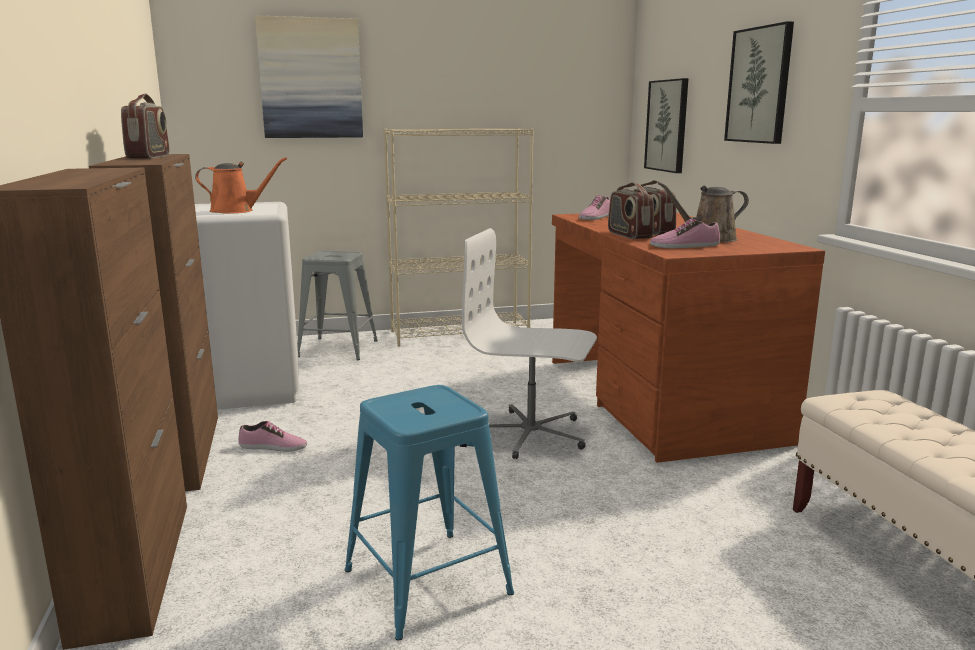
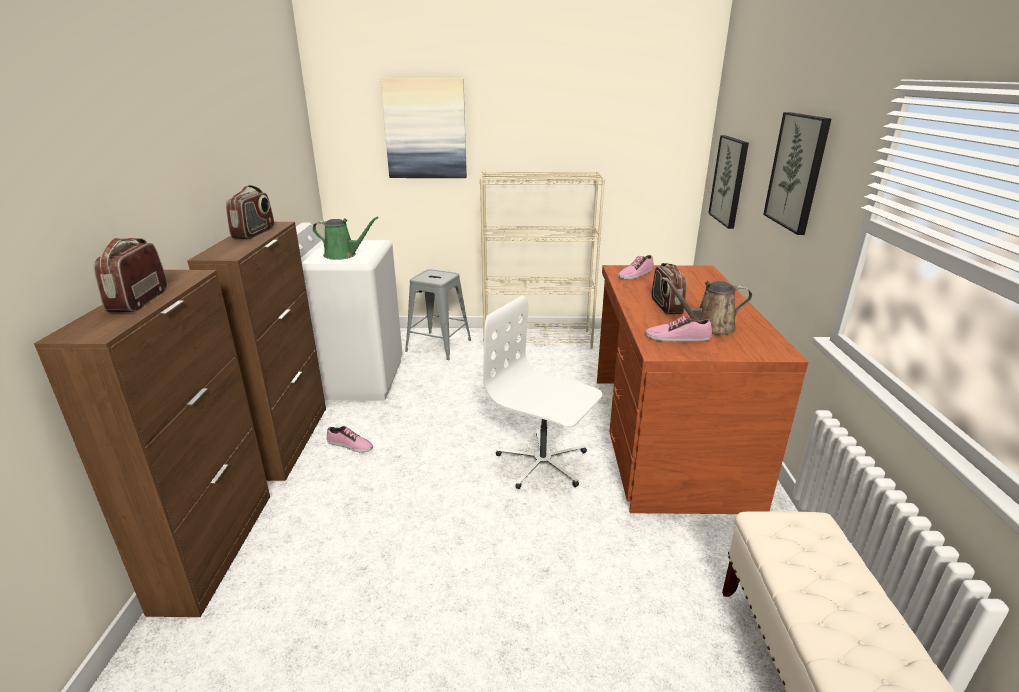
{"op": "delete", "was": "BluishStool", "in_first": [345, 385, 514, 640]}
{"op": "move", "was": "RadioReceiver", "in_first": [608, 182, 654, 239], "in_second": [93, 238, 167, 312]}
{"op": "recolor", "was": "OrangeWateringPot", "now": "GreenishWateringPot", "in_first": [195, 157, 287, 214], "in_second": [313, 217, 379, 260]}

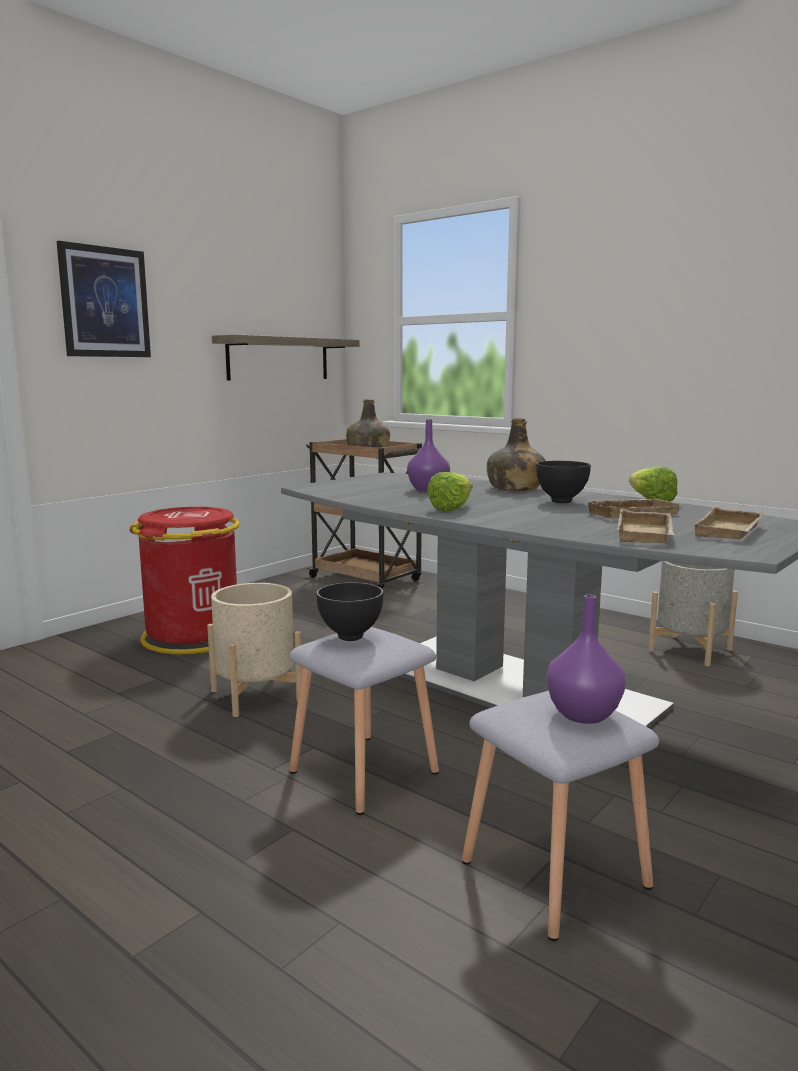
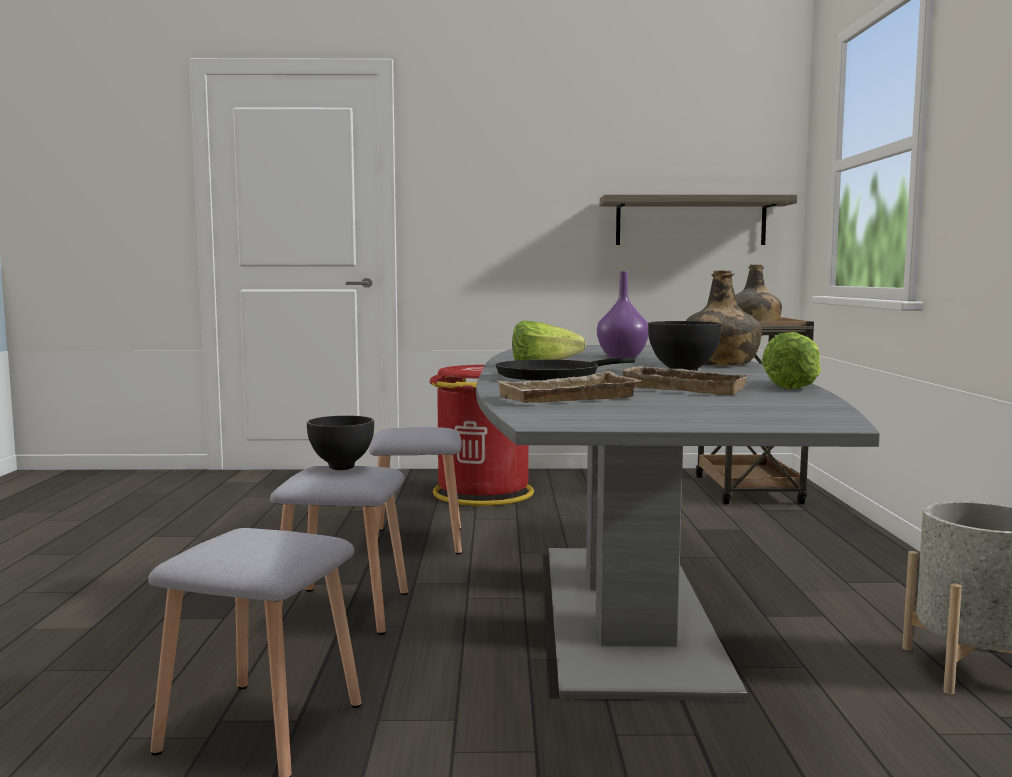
{"op": "delete", "was": "WallPicture", "in_first": [57, 241, 151, 357]}
{"op": "delete", "was": "PurpleVase", "in_first": [547, 595, 626, 724]}
{"op": "delete", "was": "BeigeServingTray", "in_first": [694, 507, 764, 540]}
{"op": "insert", "now": "BlackishSkillet", "in_second": [495, 357, 635, 380]}
{"op": "replace", "was": "BeigePlantPot", "now": "GrayStool", "in_first": [207, 583, 302, 717], "in_second": [369, 427, 462, 554]}

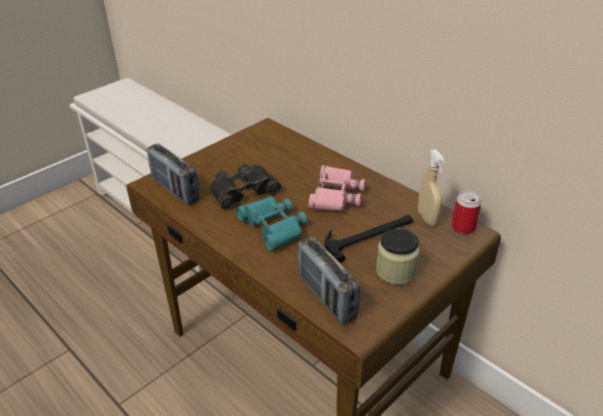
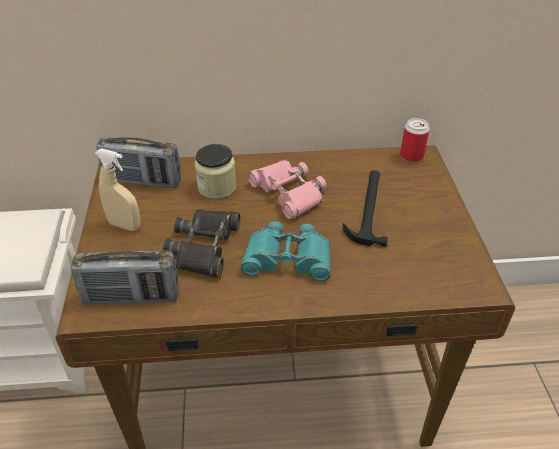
{"op": "move", "was": "RadioReceiver", "in_first": [298, 236, 360, 325], "in_second": [96, 137, 181, 188]}
{"op": "move", "was": "PreserveJar", "in_first": [376, 228, 420, 285], "in_second": [195, 144, 236, 199]}
{"op": "move", "was": "BeigeSprayBottle", "in_first": [418, 149, 446, 226], "in_second": [95, 148, 141, 231]}

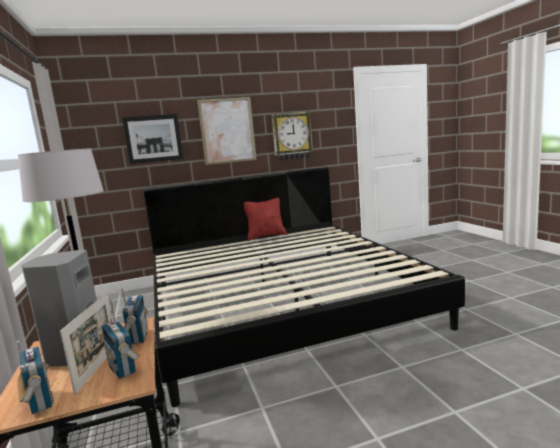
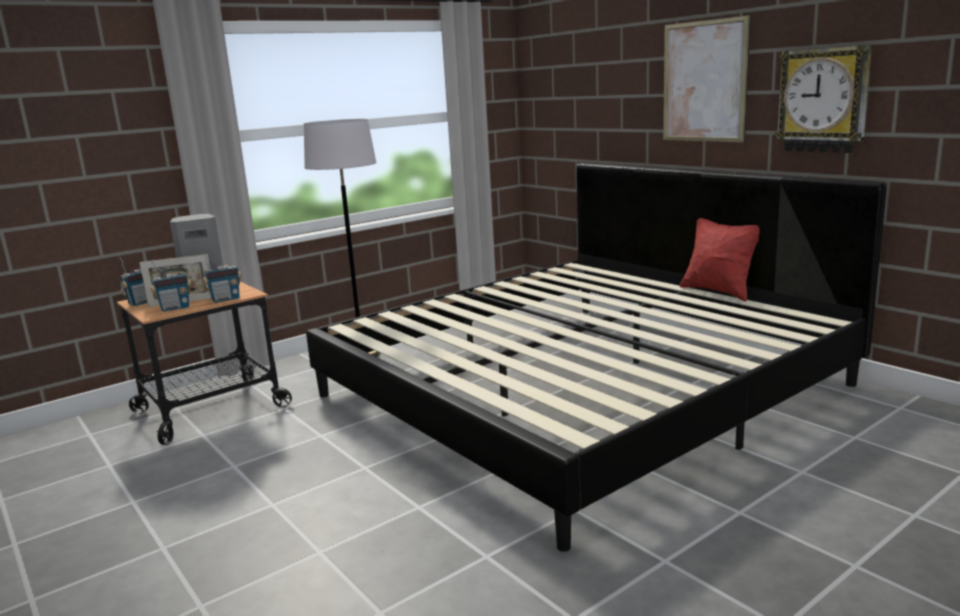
{"op": "delete", "was": "WallPicture", "in_first": [122, 114, 183, 164]}
{"op": "rotate", "was": "RadioReceiver", "in_first": [101, 299, 140, 379], "in_second": [150, 261, 192, 312], "clockwise": -150}

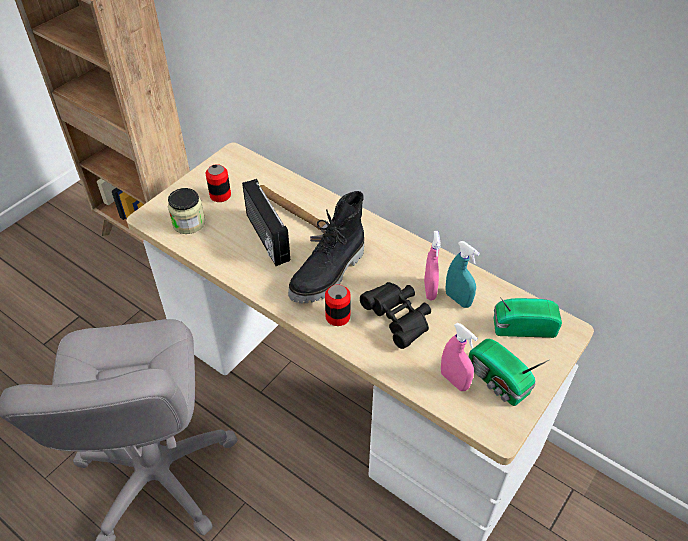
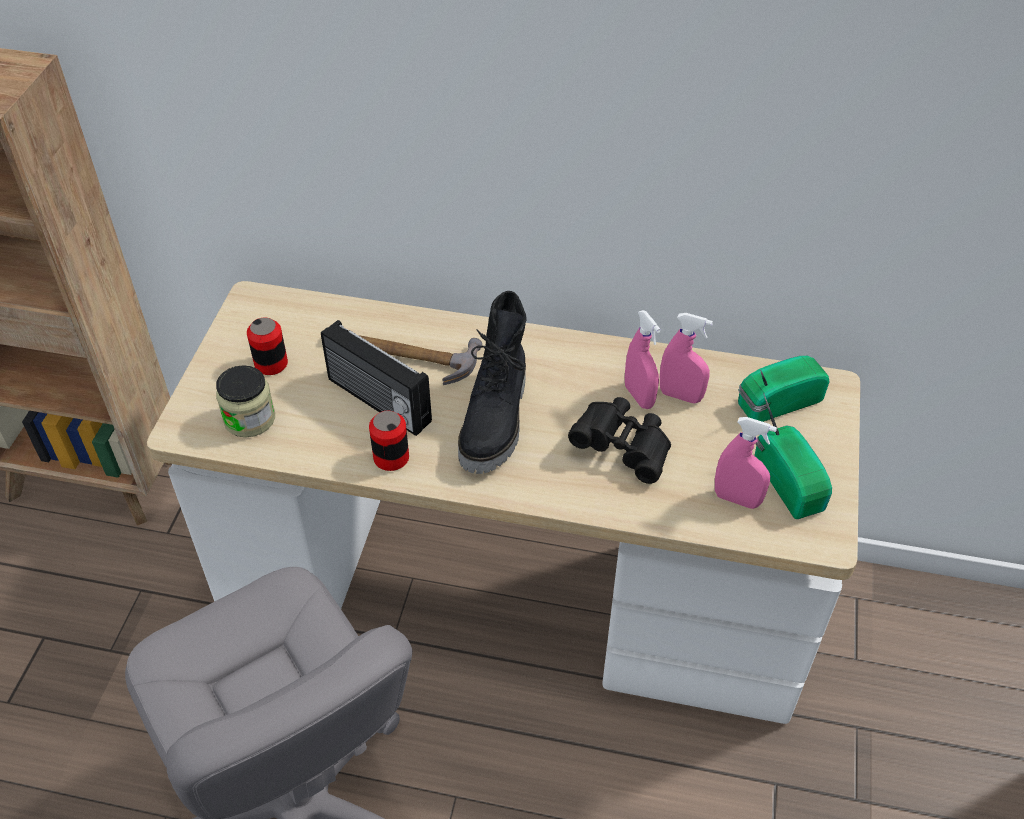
{"op": "move", "was": "Can", "in_first": [325, 285, 351, 326], "in_second": [369, 411, 409, 471]}
{"op": "recolor", "was": "TurquoiseSprayBottle", "now": "PinkSprayBottle", "in_first": [445, 241, 480, 308], "in_second": [660, 313, 713, 403]}
{"op": "rotate", "was": "RadioReceiver", "in_first": [469, 339, 549, 406], "in_second": [755, 393, 832, 519], "clockwise": -135}

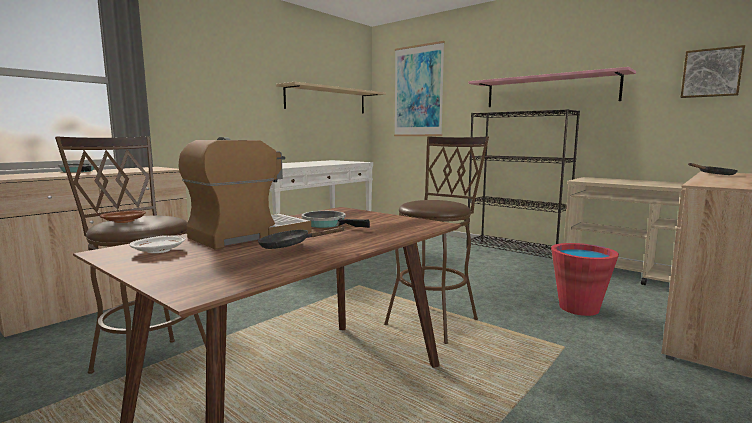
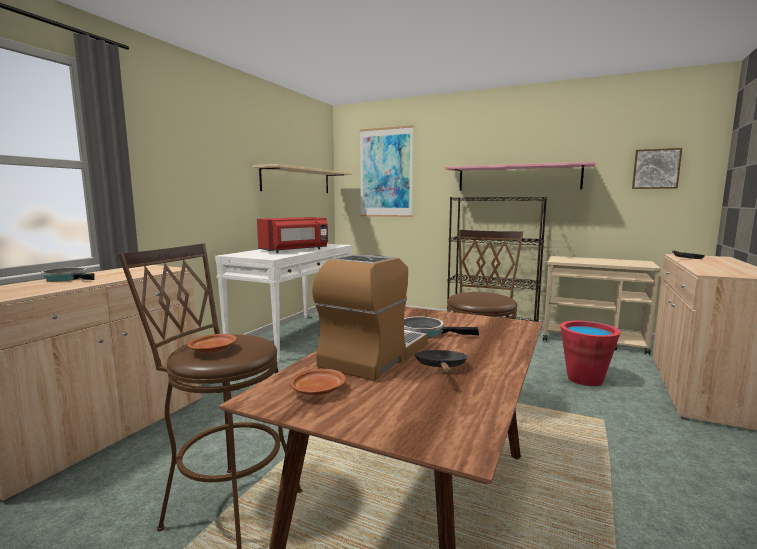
{"op": "insert", "now": "RedMicrowave", "in_second": [257, 217, 328, 253]}
{"op": "recolor", "was": "WhitishDinnerPlate", "now": "BrownishDinnerPlate", "in_first": [129, 235, 186, 253], "in_second": [290, 369, 346, 395]}
{"op": "rotate", "was": "BlackishSkillet", "in_first": [258, 227, 345, 249], "in_second": [414, 350, 468, 374], "clockwise": 105}

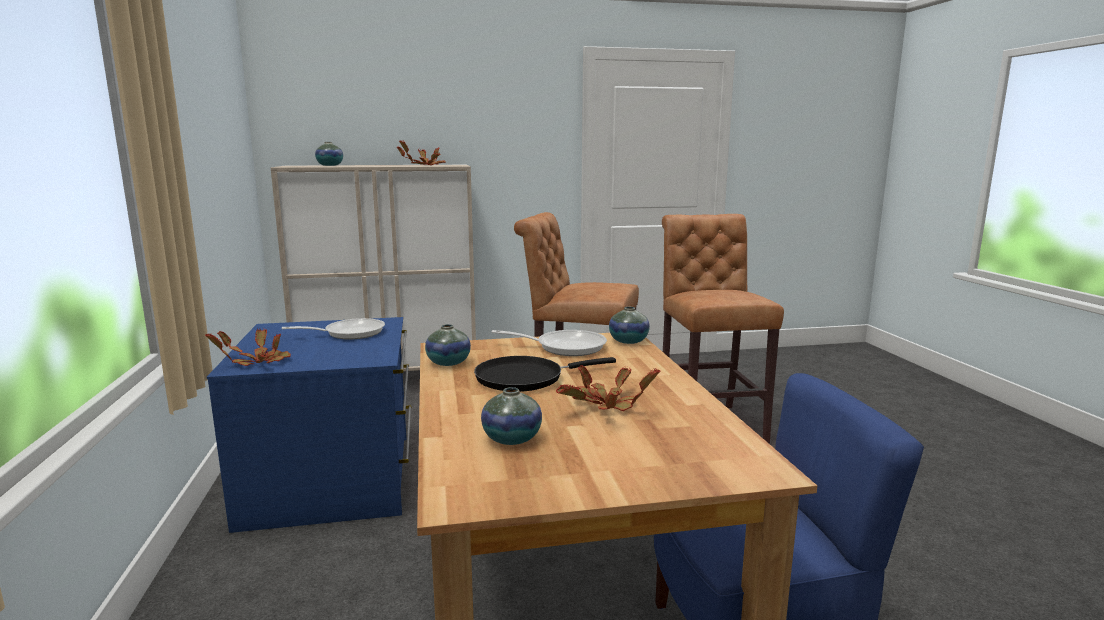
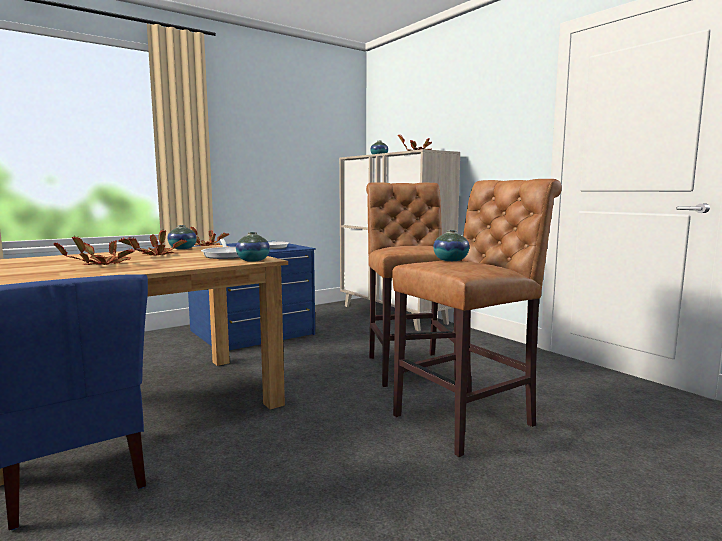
{"op": "move", "was": "Vase", "in_first": [481, 387, 542, 445], "in_second": [433, 230, 469, 261]}
{"op": "replace", "was": "BlackishSkillet", "now": "PlantInAPot", "in_first": [474, 356, 616, 392], "in_second": [119, 229, 187, 255]}

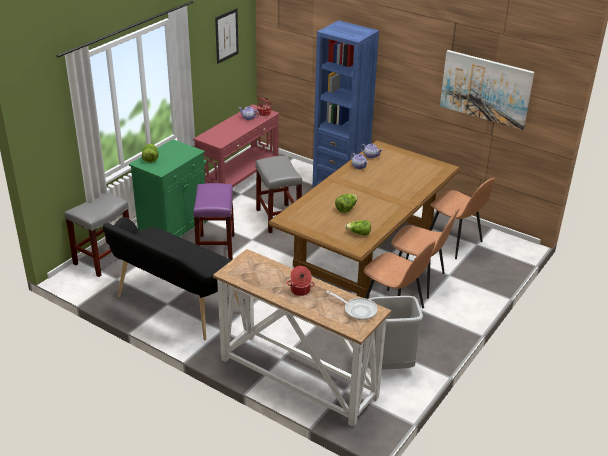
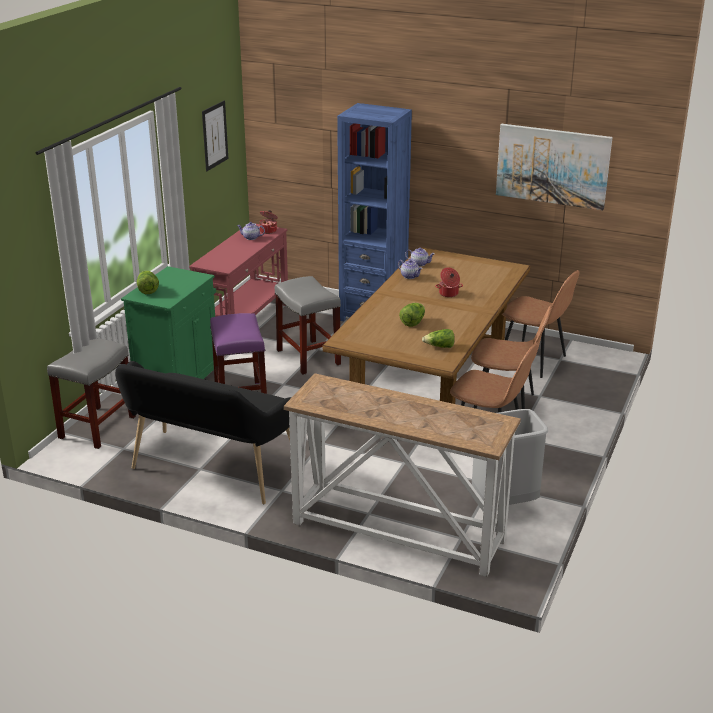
{"op": "delete", "was": "Skillet", "in_first": [326, 291, 378, 320]}
{"op": "move", "was": "Saucepot", "in_first": [287, 266, 315, 296], "in_second": [435, 267, 463, 297]}

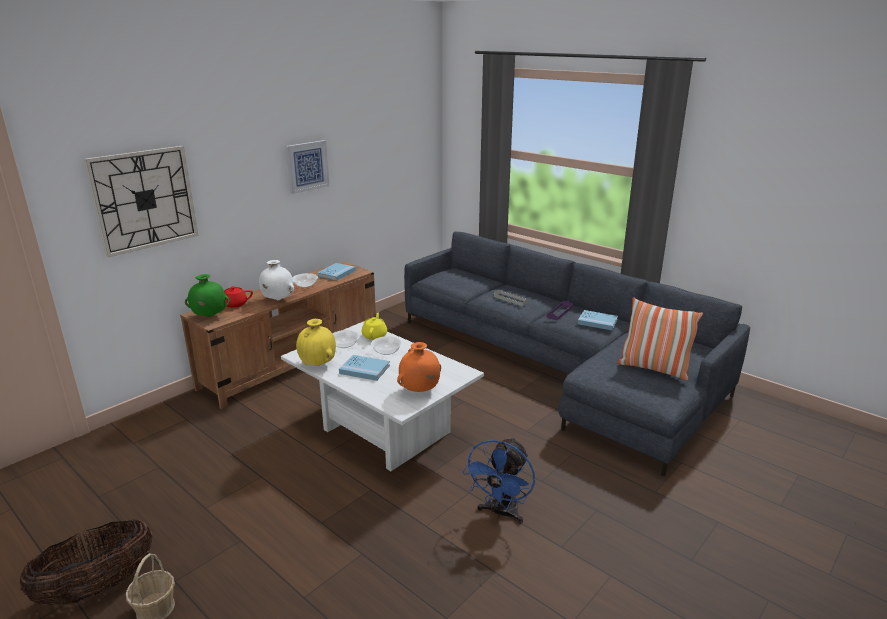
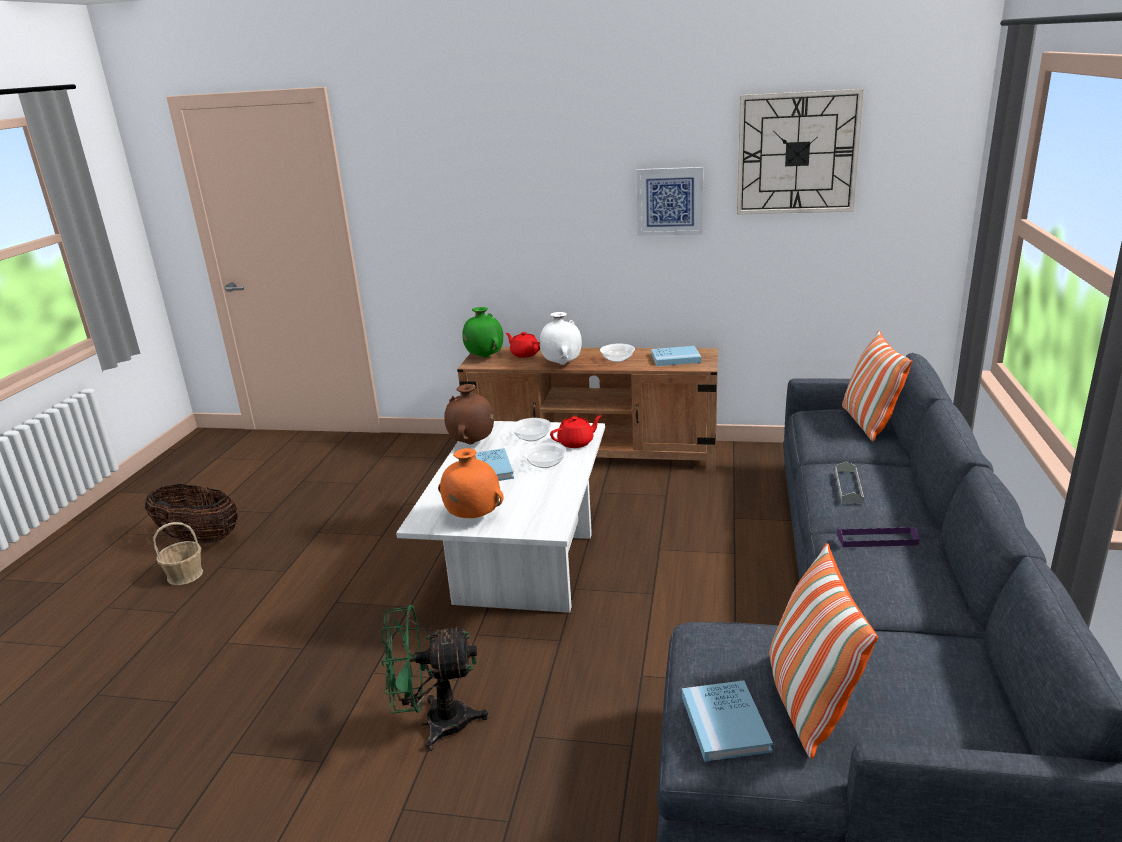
{"op": "insert", "now": "Cushion", "in_second": [842, 330, 912, 441]}
{"op": "move", "was": "HangingClock", "in_first": [84, 146, 199, 257], "in_second": [737, 89, 864, 214]}
{"op": "move", "was": "BluishBoundBook", "in_first": [578, 310, 618, 330], "in_second": [682, 680, 773, 762]}
{"op": "recolor", "was": "YellowColouredVase", "now": "BrownishVase", "in_first": [296, 319, 336, 366], "in_second": [444, 384, 494, 445]}
{"op": "recolor", "was": "YellowColouredTeaPot", "now": "RedTeaPot", "in_first": [362, 313, 387, 340], "in_second": [550, 415, 602, 448]}
{"op": "recolor", "was": "BluishElectricFan", "now": "GreenishElectricFan", "in_first": [463, 437, 535, 524], "in_second": [381, 604, 489, 751]}

